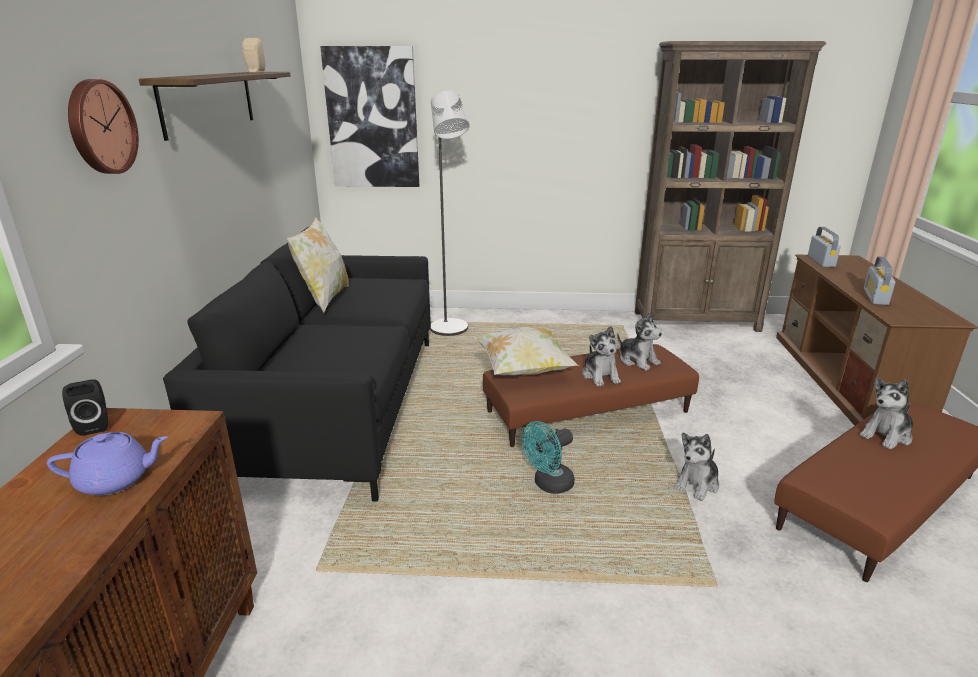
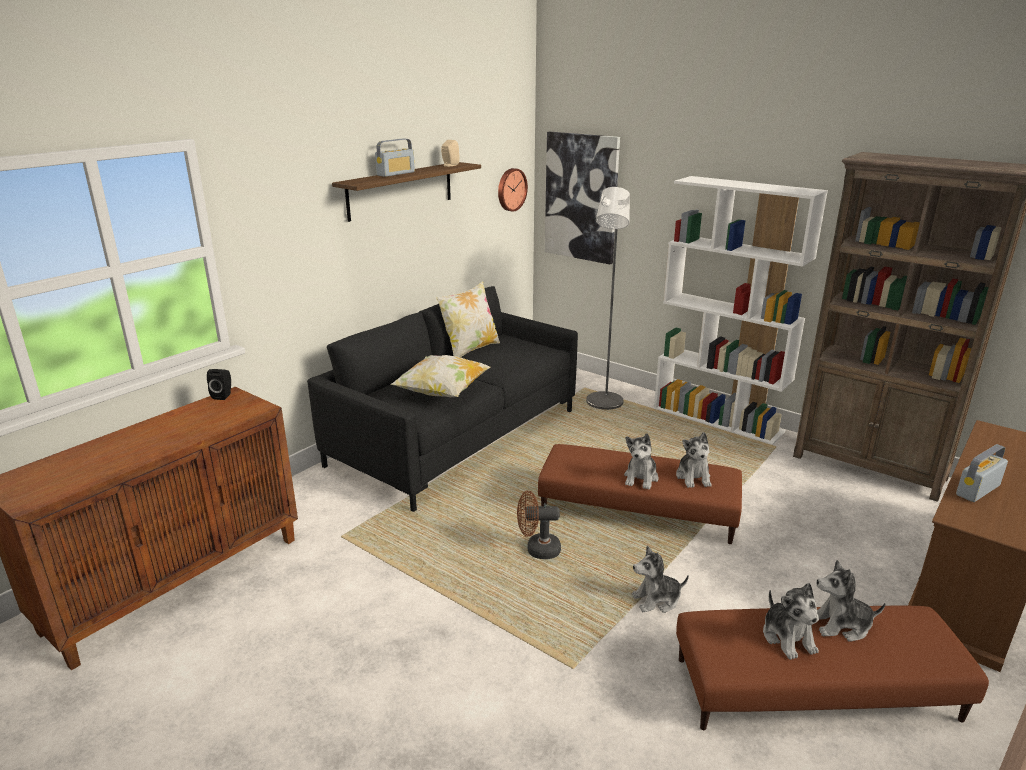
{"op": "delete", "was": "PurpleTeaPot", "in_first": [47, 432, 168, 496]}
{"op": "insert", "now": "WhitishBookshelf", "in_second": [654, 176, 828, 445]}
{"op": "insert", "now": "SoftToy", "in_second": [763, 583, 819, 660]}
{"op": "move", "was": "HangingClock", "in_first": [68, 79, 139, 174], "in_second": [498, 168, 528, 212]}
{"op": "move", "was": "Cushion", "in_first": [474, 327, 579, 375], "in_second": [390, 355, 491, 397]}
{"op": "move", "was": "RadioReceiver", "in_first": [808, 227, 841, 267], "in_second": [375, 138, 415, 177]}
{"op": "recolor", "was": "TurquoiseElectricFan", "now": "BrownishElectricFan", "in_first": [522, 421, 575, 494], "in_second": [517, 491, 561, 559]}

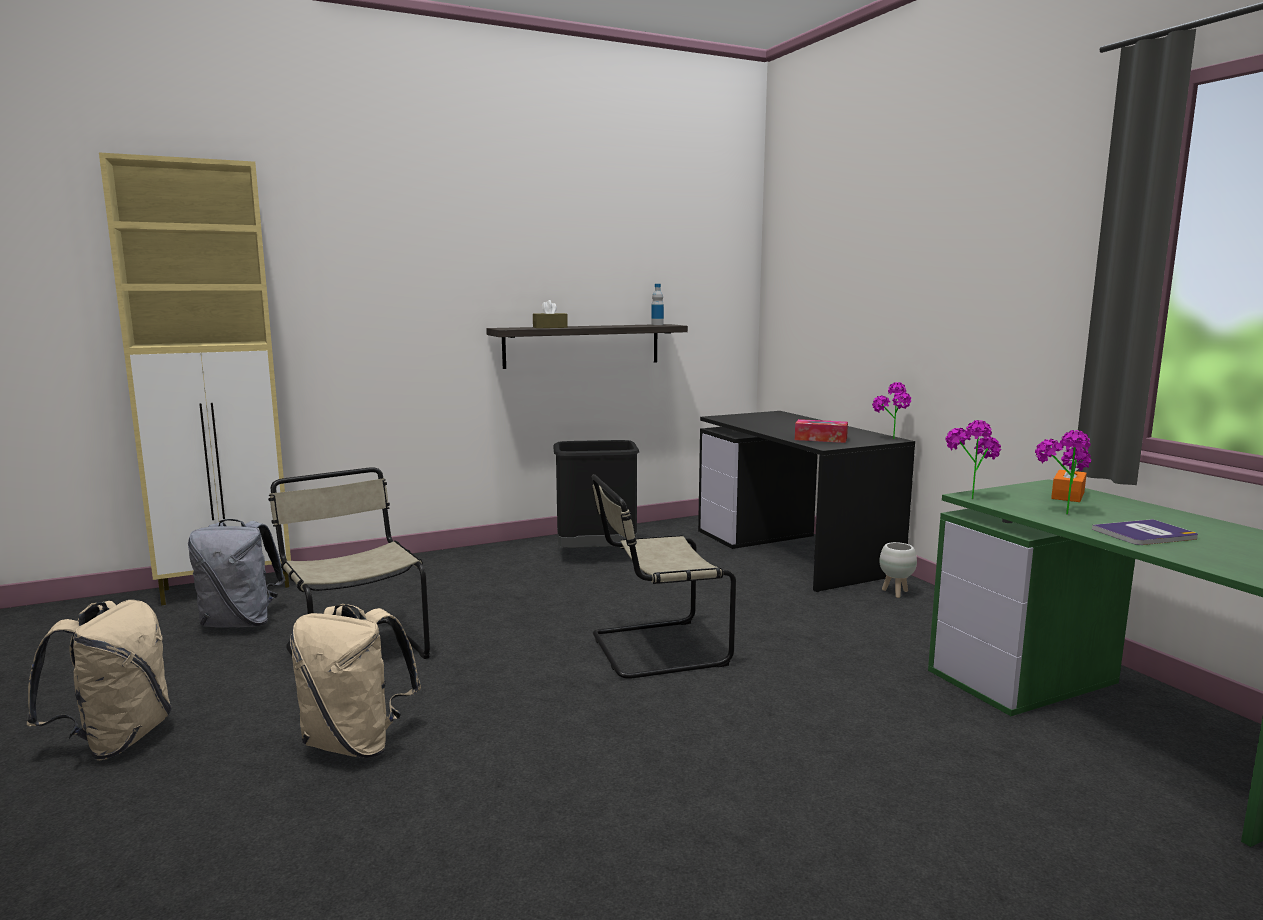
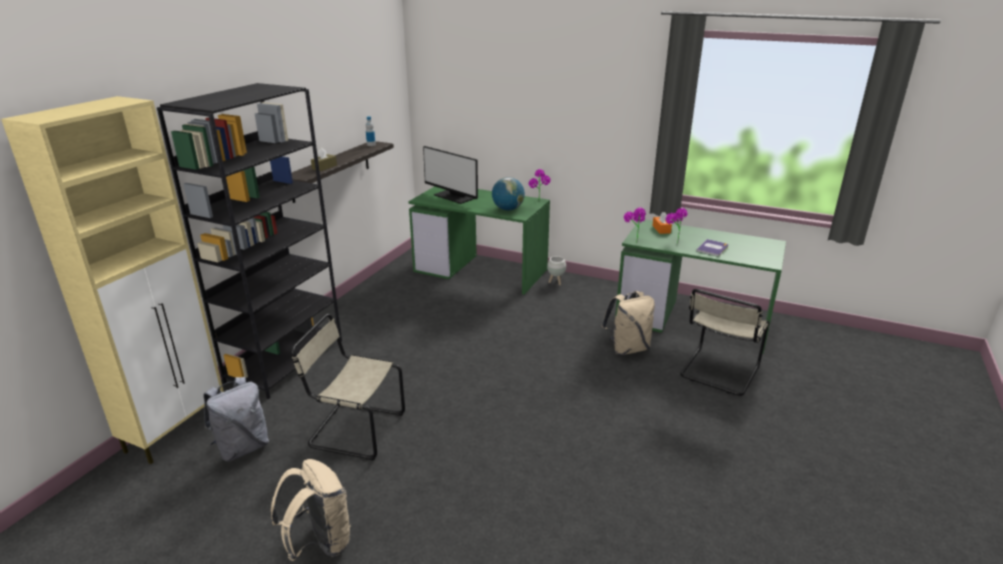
{"op": "delete", "was": "BlackishWasteBin", "in_first": [553, 440, 639, 548]}
{"op": "insert", "now": "BlackishBookshelf", "in_second": [157, 83, 342, 399]}
{"op": "insert", "now": "ComputerScreen", "in_second": [423, 146, 478, 204]}
{"op": "move", "was": "BeigeRucksack", "in_first": [290, 604, 421, 758], "in_second": [602, 291, 655, 355]}
{"op": "move", "was": "BeigeUprightChair", "in_first": [592, 474, 736, 679], "in_second": [680, 289, 769, 396]}
{"op": "replace", "was": "TissueHolder", "now": "WorldGlobe", "in_first": [795, 419, 848, 443], "in_second": [492, 177, 525, 210]}
{"op": "recolor", "was": "BlackishDeskTable", "now": "GreenishDeskTable", "in_first": [698, 411, 915, 592], "in_second": [408, 186, 550, 295]}

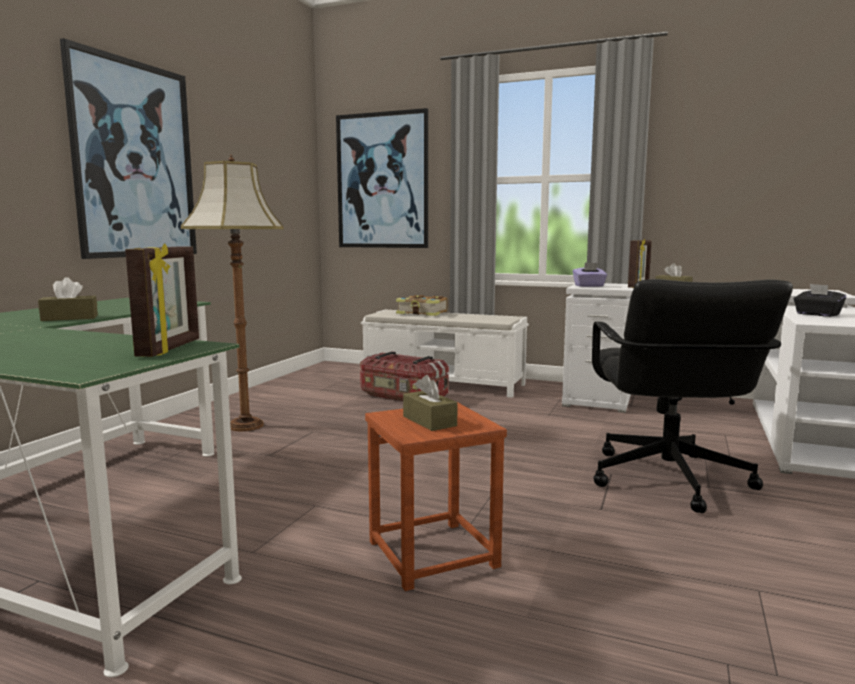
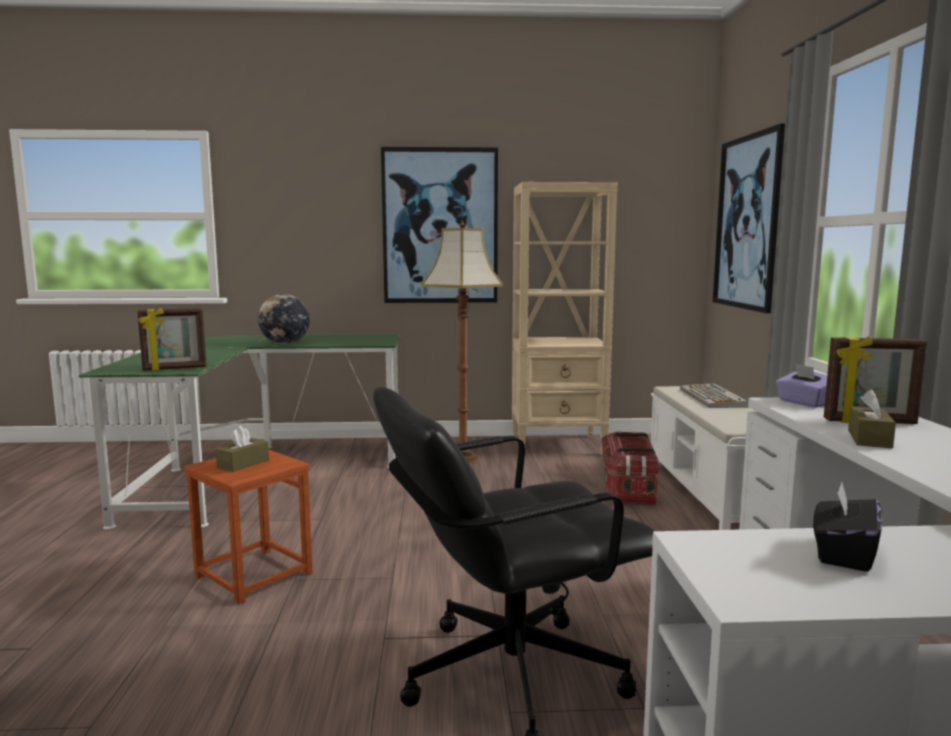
{"op": "insert", "now": "BeigeBookshelf", "in_second": [512, 182, 618, 454]}
{"op": "replace", "was": "BrownishTissueHolder", "now": "WorldGlobe", "in_first": [38, 277, 98, 321], "in_second": [258, 294, 310, 344]}
{"op": "replace", "was": "BoundBook", "now": "ComputerKeyboard", "in_first": [396, 295, 448, 316], "in_second": [680, 383, 749, 408]}

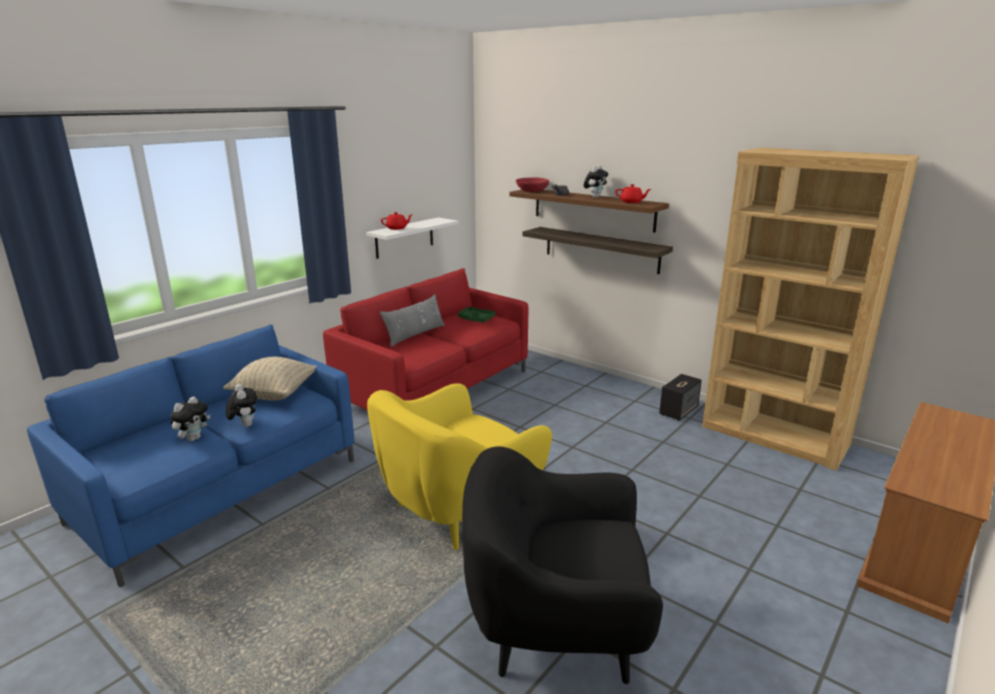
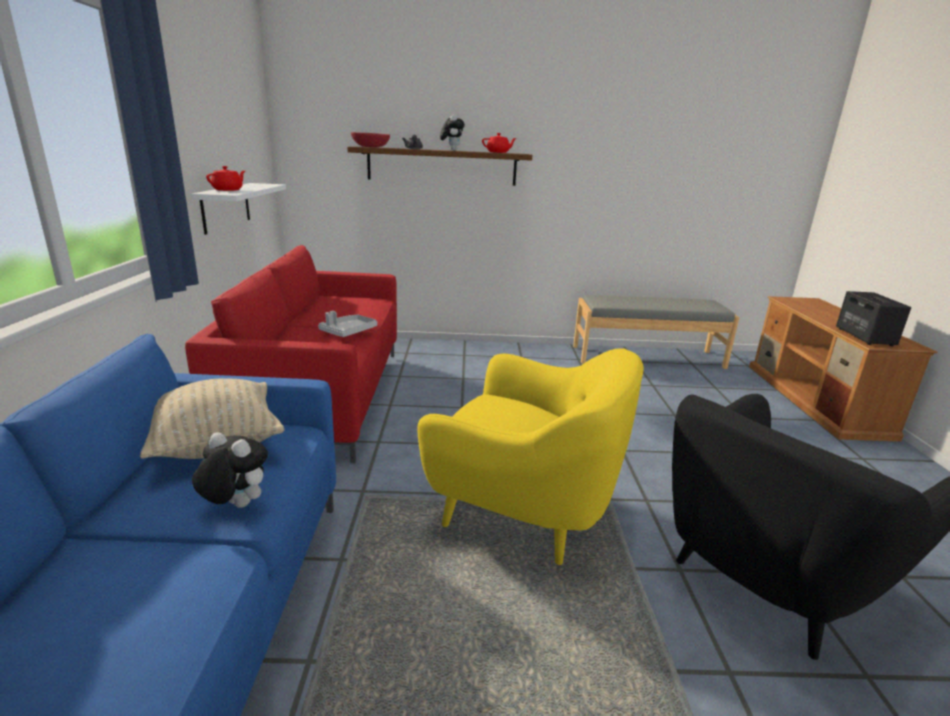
{"op": "delete", "was": "SoftToy", "in_first": [170, 397, 210, 442]}
{"op": "delete", "was": "GrayCushion", "in_first": [380, 294, 445, 347]}
{"op": "delete", "was": "GreenishServingTray", "in_first": [458, 307, 495, 323]}
{"op": "delete", "was": "Shelf", "in_first": [522, 227, 673, 274]}
{"op": "insert", "now": "GrayServingTray", "in_second": [318, 311, 377, 337]}
{"op": "move", "was": "AudioSpeaker", "in_first": [659, 374, 702, 421], "in_second": [836, 291, 911, 346]}
{"op": "replace", "was": "BrownishBookshelf", "now": "GrayIndoorBench", "in_first": [702, 148, 919, 471], "in_second": [573, 295, 739, 369]}
{"op": "rotate", "was": "YellowColouredArmchair", "in_first": [367, 383, 552, 550], "in_second": [417, 349, 644, 565], "clockwise": -75}

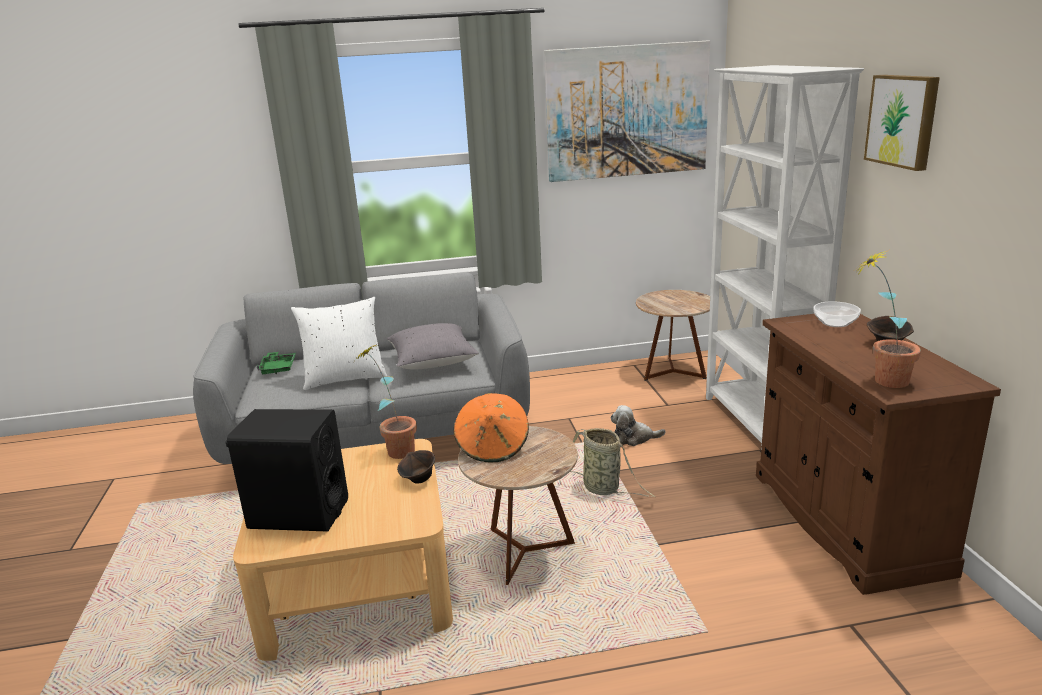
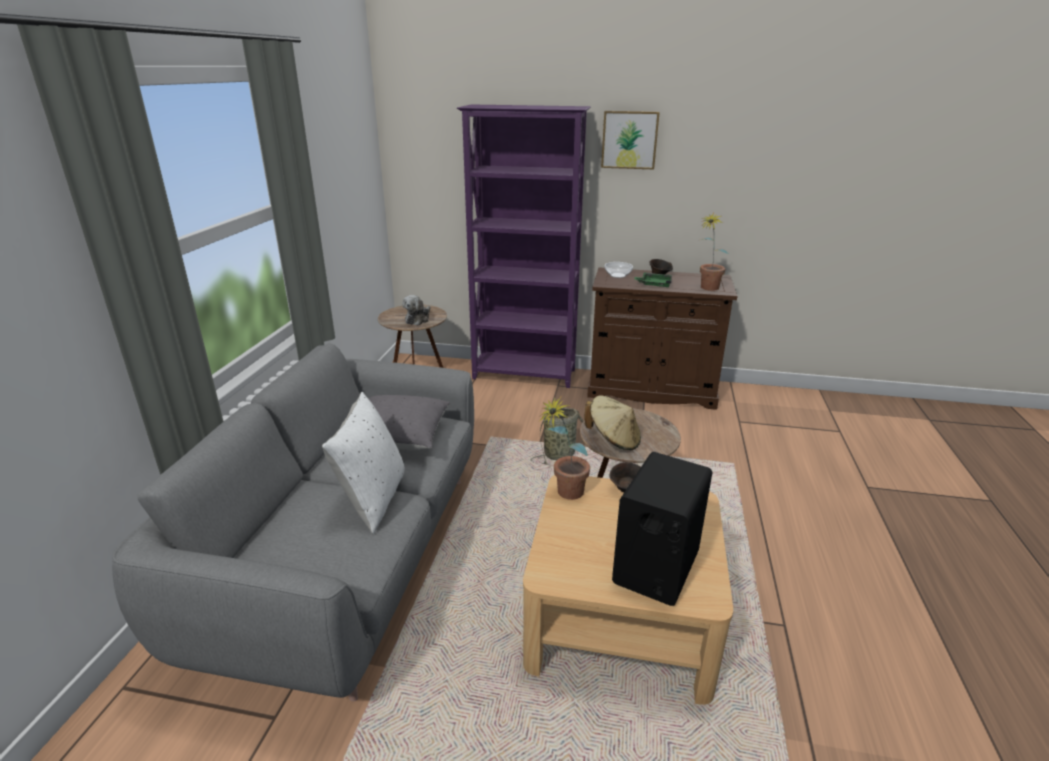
{"op": "delete", "was": "WallPicture", "in_first": [544, 40, 710, 182]}
{"op": "move", "was": "GreenishServingTray", "in_first": [257, 352, 296, 374], "in_second": [634, 273, 672, 287]}
{"op": "move", "was": "SoftToy", "in_first": [610, 405, 665, 446], "in_second": [403, 295, 430, 325]}
{"op": "recolor", "was": "OrangeHat", "now": "BeigeHat", "in_first": [453, 393, 529, 463], "in_second": [585, 395, 641, 450]}
{"op": "recolor", "was": "WhitishBookshelf", "now": "PurpleBookshelf", "in_first": [706, 65, 864, 448], "in_second": [457, 104, 591, 388]}

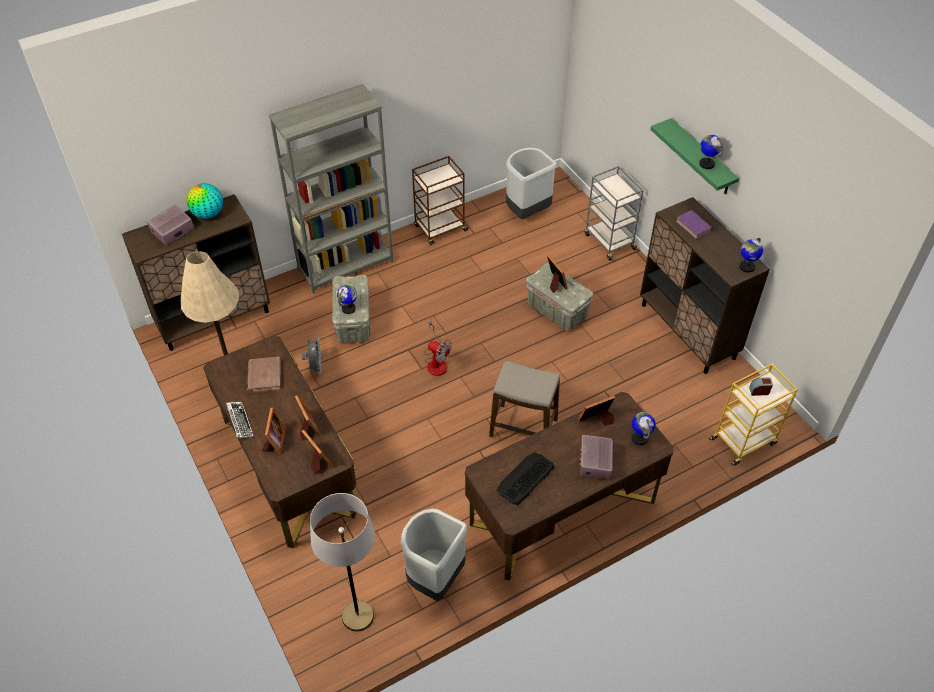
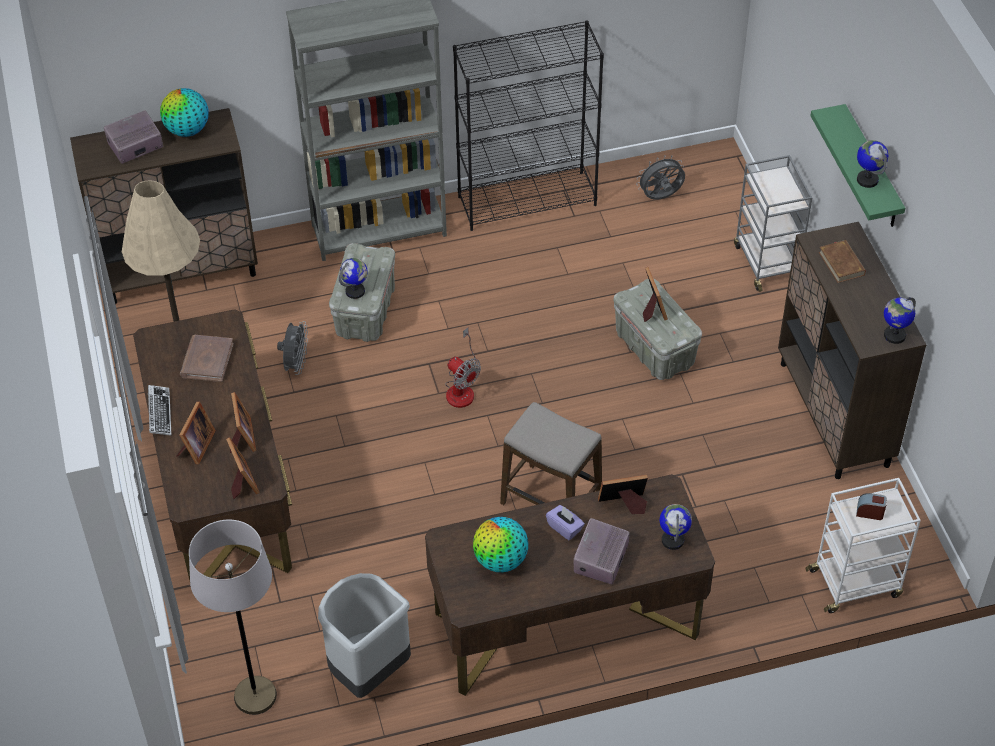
{"op": "insert", "now": "PurpleTissueHolder", "in_second": [546, 505, 585, 540]}
{"op": "replace", "was": "BrownishTrolley", "now": "BlackishBookshelf", "in_first": [412, 156, 470, 245], "in_second": [453, 21, 604, 231]}
{"op": "replace", "was": "ComputerKeyboard", "now": "WorldGlobe", "in_first": [497, 452, 554, 505], "in_second": [473, 517, 528, 572]}
{"op": "replace", "was": "GrayWasteBin", "now": "GrayElectricFan", "in_first": [506, 148, 557, 219], "in_second": [636, 155, 685, 200]}
{"op": "recolor", "was": "PurpleBoundBook", "now": "BrownishBoundBook", "in_first": [675, 210, 712, 239], "in_second": [819, 240, 866, 283]}
{"op": "recolor", "was": "YellowColouredTrolley", "now": "WhitishTrolley", "in_first": [709, 364, 798, 466], "in_second": [805, 478, 921, 613]}

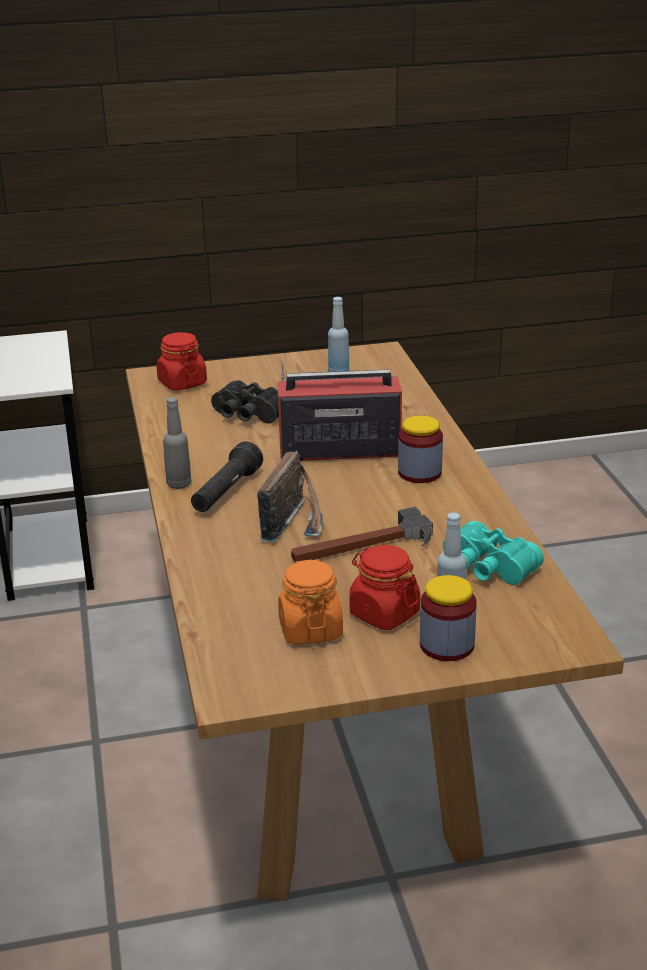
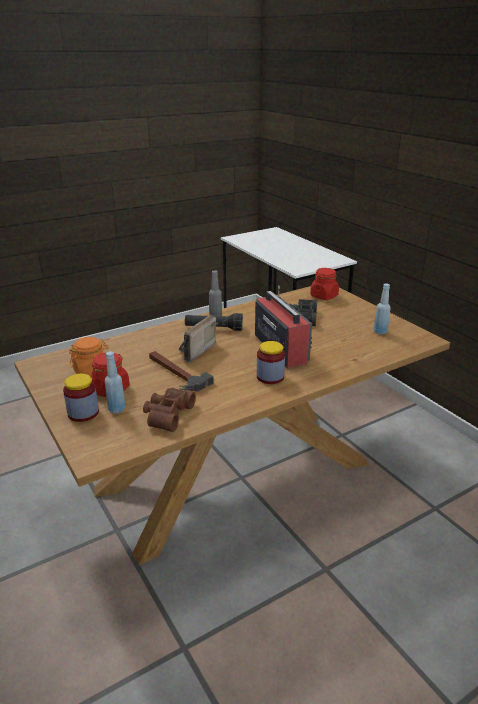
{"op": "recolor", "was": "TurquoiseBinoculars", "now": "BrownishBinoculars", "in_first": [443, 521, 544, 585], "in_second": [143, 388, 196, 432]}
{"op": "rotate", "was": "RadioReceiver", "in_first": [257, 451, 323, 542], "in_second": [179, 315, 217, 362], "clockwise": 120}

